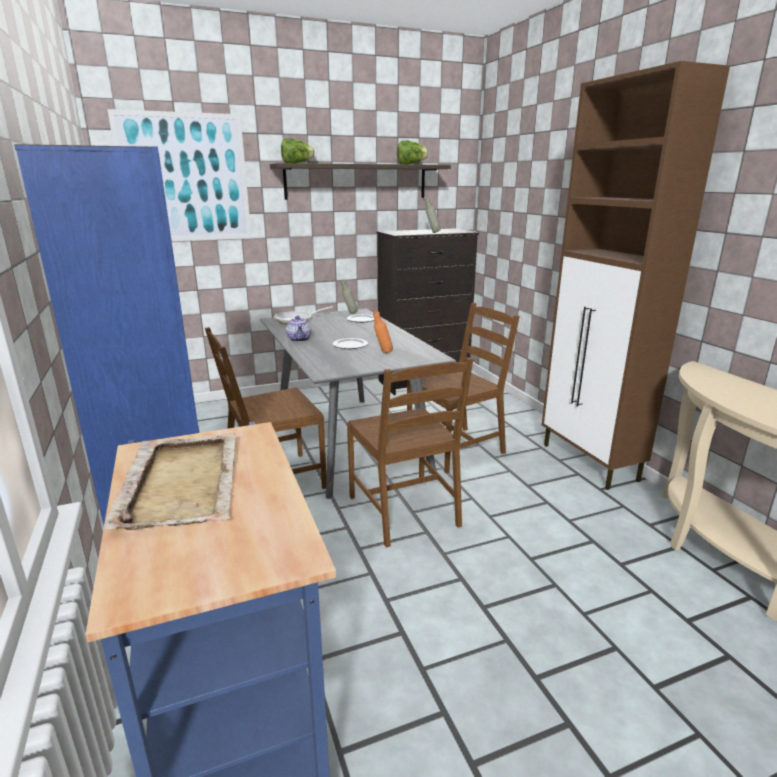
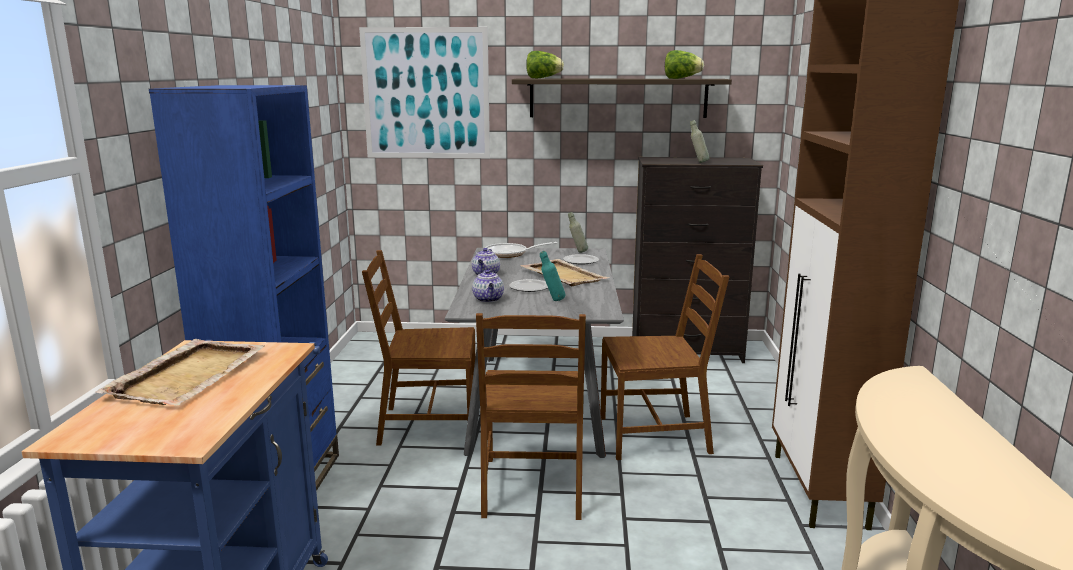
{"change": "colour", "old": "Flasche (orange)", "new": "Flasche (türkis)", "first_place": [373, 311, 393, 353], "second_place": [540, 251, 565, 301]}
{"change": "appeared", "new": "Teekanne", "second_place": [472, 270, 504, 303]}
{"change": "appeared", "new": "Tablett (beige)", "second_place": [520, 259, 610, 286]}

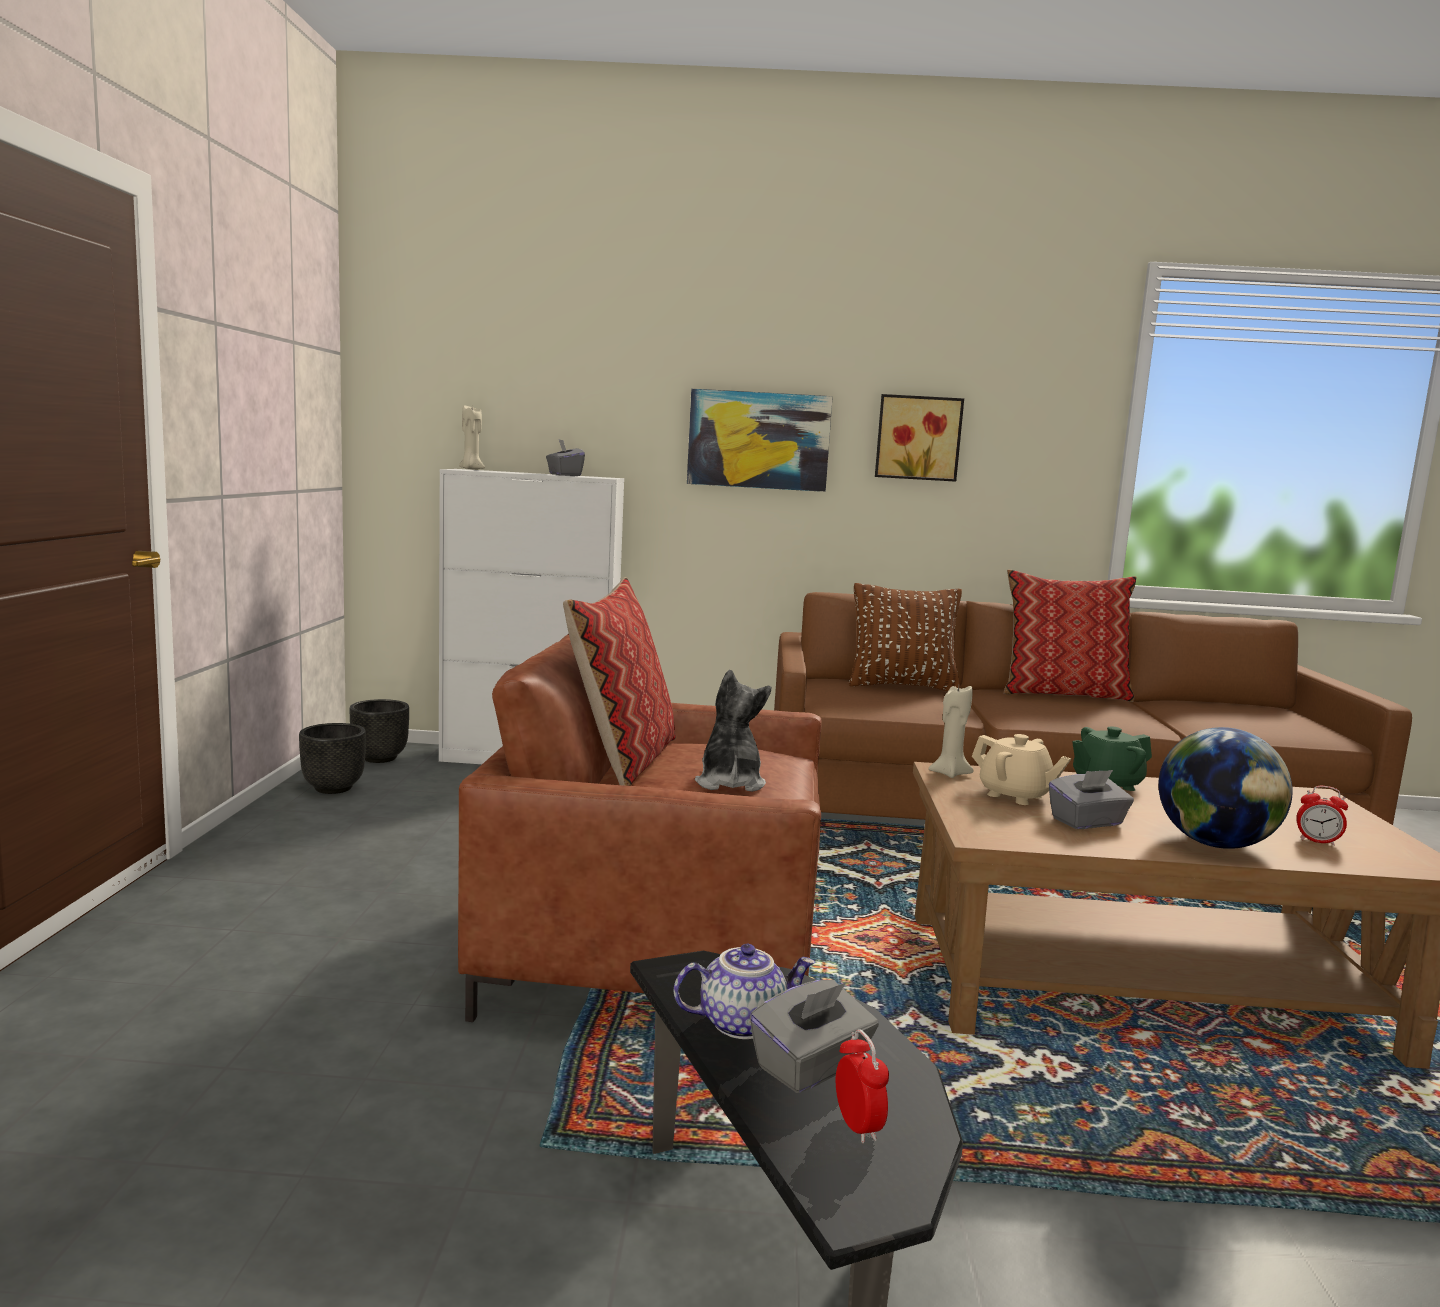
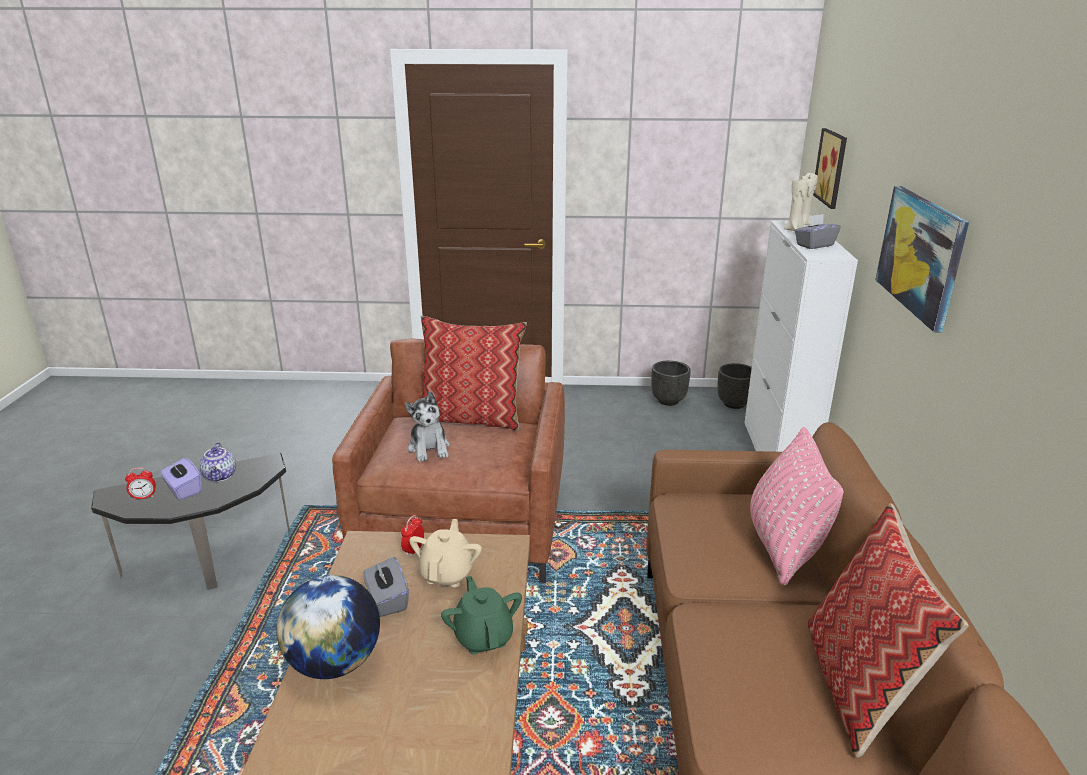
{"change": "spun", "old": "Plüschtier", "first_place": [695, 669, 771, 792], "second_place": [405, 391, 450, 462], "degrees": 75}
{"change": "colour", "old": "Taschentuchbox (grau)", "new": "Taschentuchbox (lila)", "first_place": [750, 980, 879, 1093], "second_place": [160, 458, 202, 500]}
{"change": "colour", "old": "Kissen (braun)", "new": "Kissen (rosa)", "first_place": [849, 583, 962, 691], "second_place": [750, 427, 844, 586]}
{"change": "relocated", "old": "Bild", "first_place": [875, 394, 964, 482], "second_place": [813, 128, 847, 209]}
{"change": "relocated", "old": "Kerze (beige)", "first_place": [928, 686, 974, 778], "second_place": [784, 179, 808, 231]}
{"change": "spun", "old": "Teekanne (beige)", "first_place": [972, 734, 1071, 805], "second_place": [409, 519, 482, 587], "degrees": 150}
{"change": "relocated", "old": "Wecker", "first_place": [1296, 786, 1348, 846], "second_place": [401, 515, 424, 557]}

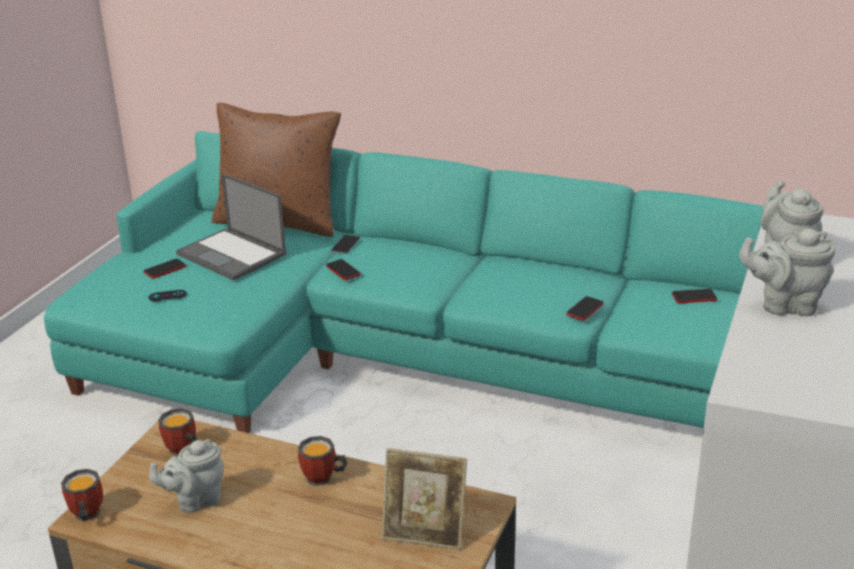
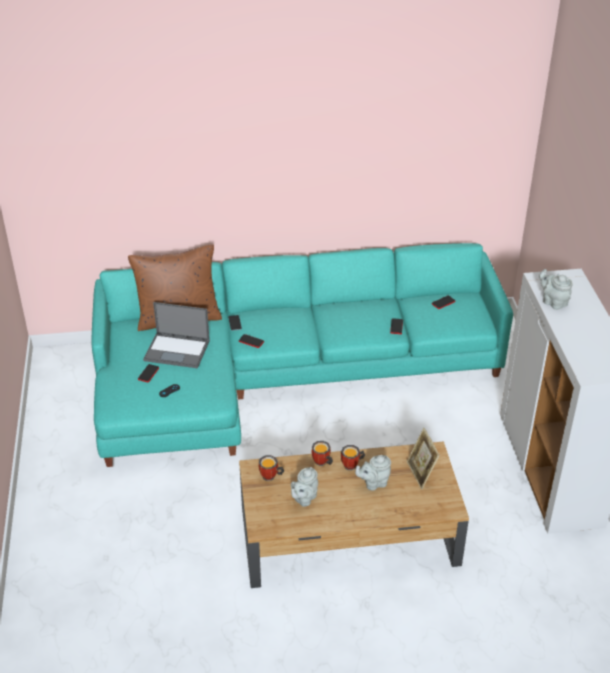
{"change": "relocated", "old": "Henkelbecher", "first_place": [61, 469, 103, 521], "second_place": [311, 441, 333, 466]}
{"change": "spun", "old": "Bilderrahmen", "first_place": [382, 448, 467, 550], "second_place": [407, 428, 440, 489], "degrees": 90}
{"change": "relocated", "old": "Teekanne (grau)", "first_place": [739, 229, 836, 316], "second_place": [355, 455, 391, 490]}

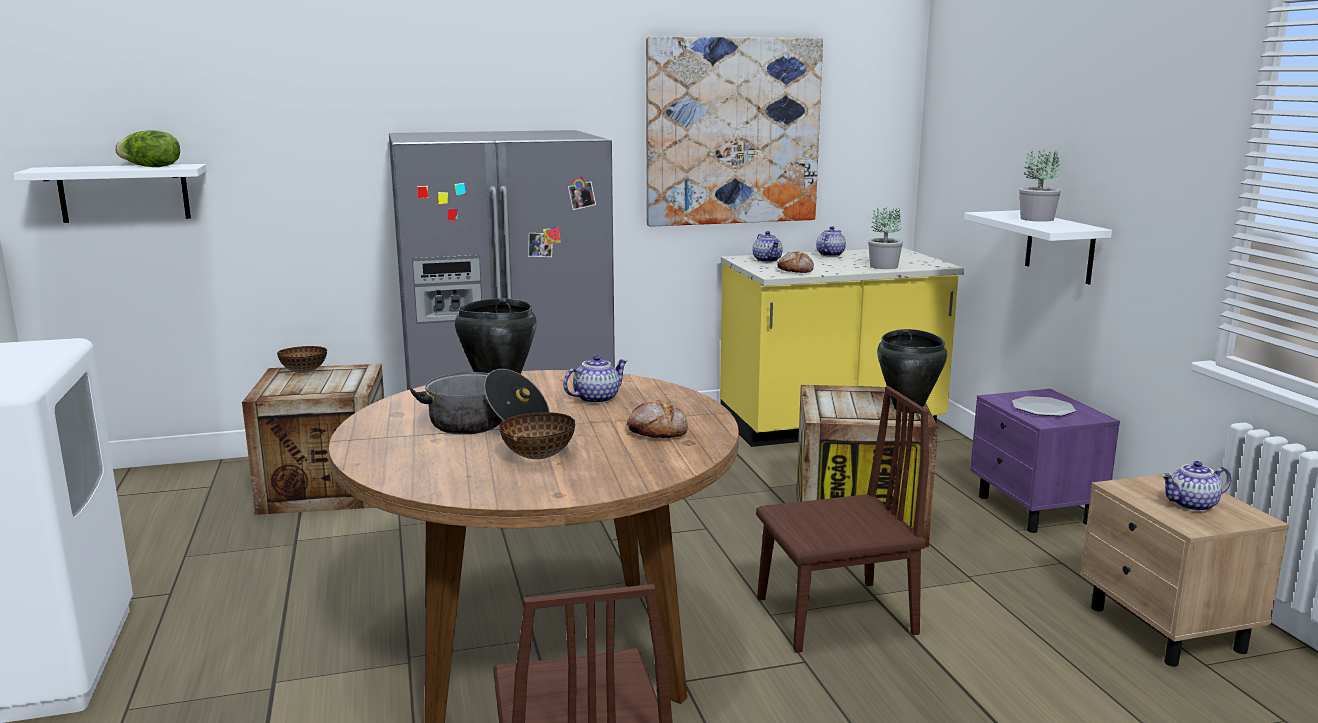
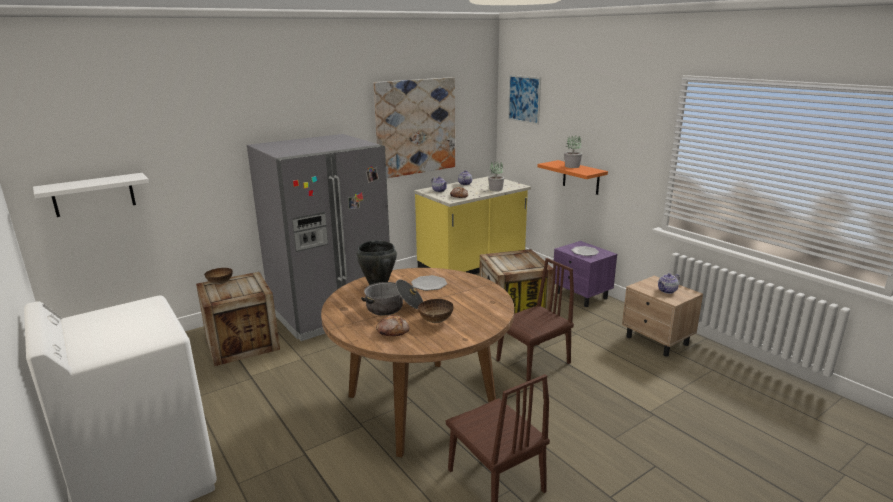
{"change": "missing", "old": "Salatkopf", "first_place": [115, 130, 180, 167]}
{"change": "exchanged", "old": "Teekanne", "new": "Teller", "first_place": [564, 355, 627, 404], "second_place": [411, 275, 447, 291]}
{"change": "relocated", "old": "Brot", "first_place": [627, 400, 688, 438], "second_place": [376, 315, 409, 336]}
{"change": "missing", "old": "Kochtopf (schwarz)", "first_place": [877, 329, 947, 413]}
{"change": "colour", "old": "Wandregal (weiß)", "new": "Wandregal (orange)", "first_place": [964, 210, 1112, 284], "second_place": [537, 160, 608, 195]}
{"change": "appeared", "new": "Bild", "second_place": [508, 75, 541, 125]}

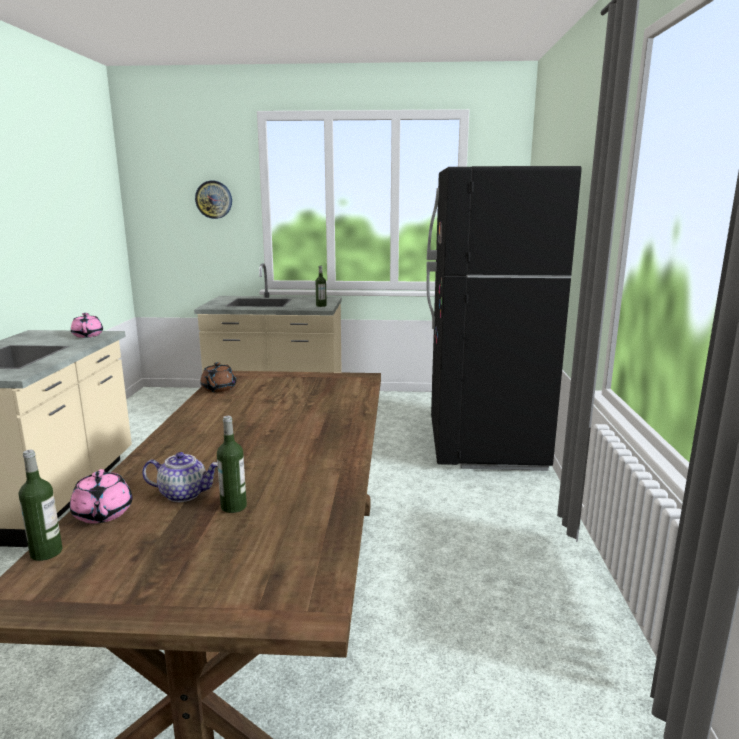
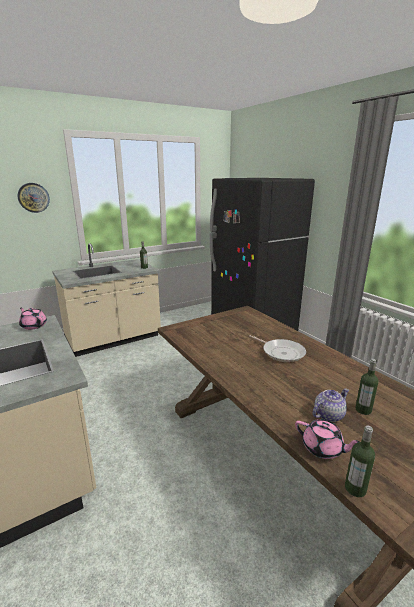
{"change": "missing", "old": "Teekanne (braun)", "first_place": [200, 362, 236, 392]}
{"change": "appeared", "new": "Pfanne", "second_place": [249, 335, 306, 362]}

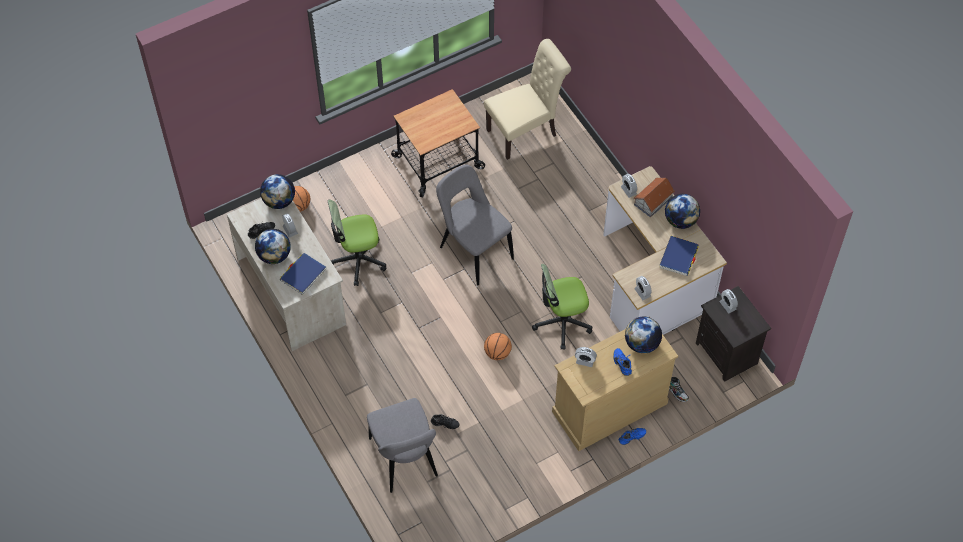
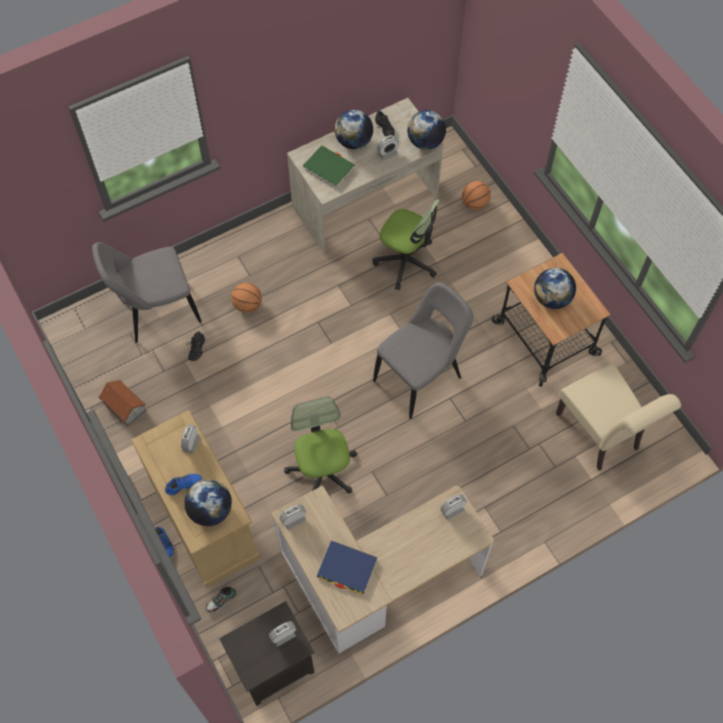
{"change": "colour", "old": "Buch (blau)", "new": "Buch (grün)", "first_place": [280, 253, 326, 295], "second_place": [303, 145, 355, 188]}
{"change": "spun", "old": "Bürostuhl", "first_place": [328, 200, 386, 286], "second_place": [373, 199, 440, 290], "degrees": 135}
{"change": "relocated", "old": "Basketball", "first_place": [484, 333, 512, 360], "second_place": [231, 283, 262, 313]}
{"change": "relocated", "old": "Spielzeughaus", "first_place": [634, 178, 675, 217], "second_place": [99, 379, 147, 427]}
{"change": "relocated", "old": "Globus", "first_place": [665, 194, 700, 229], "second_place": [534, 268, 576, 309]}

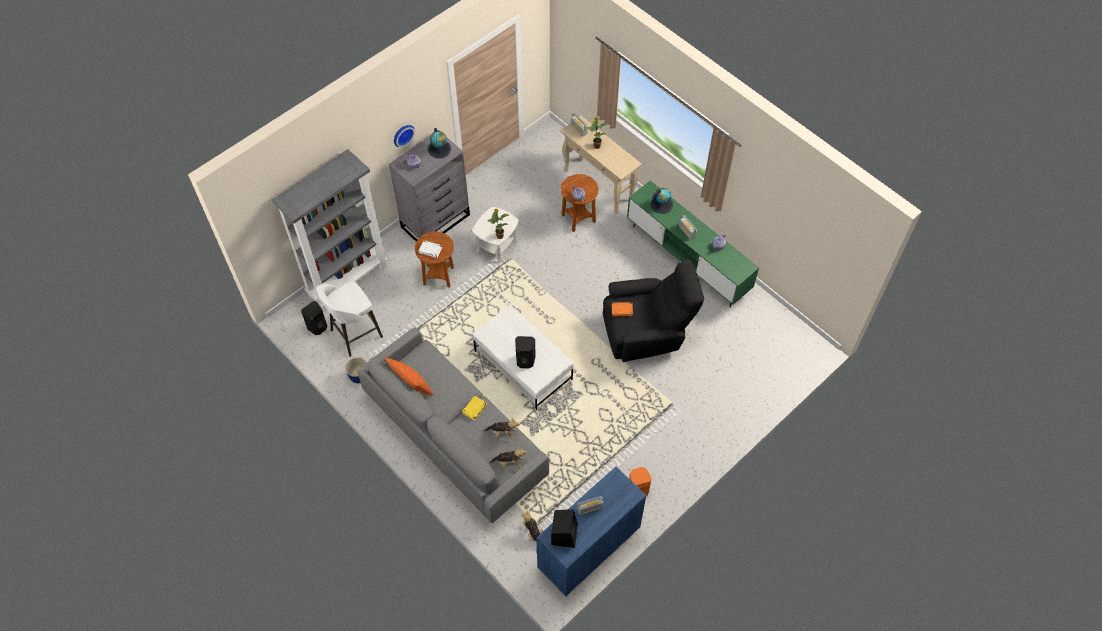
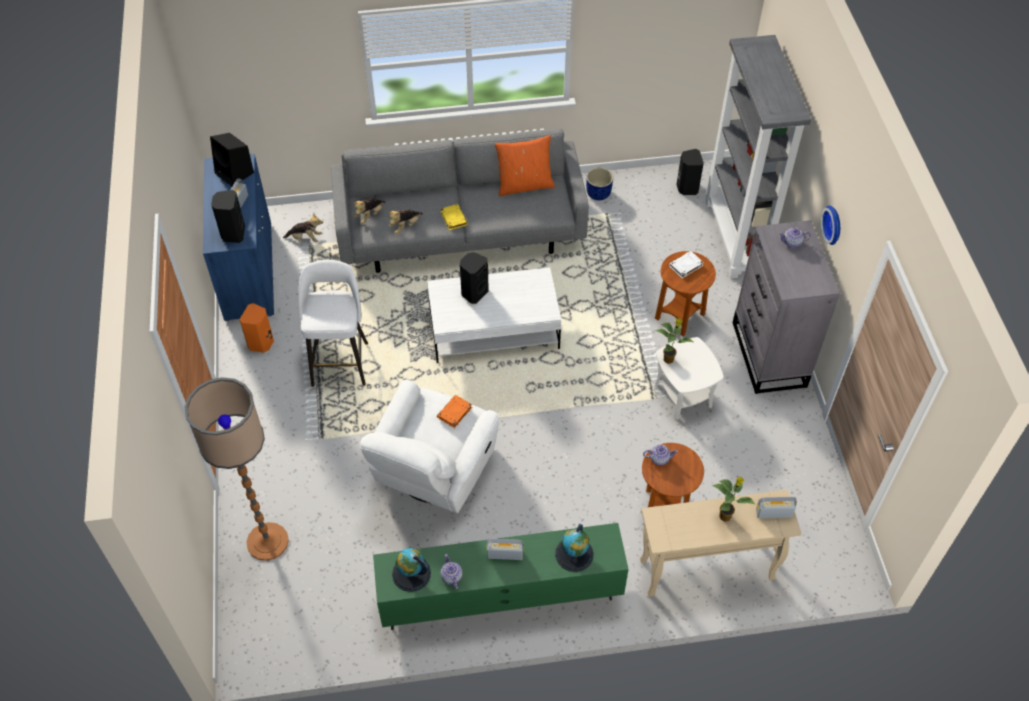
{"change": "relocated", "old": "Hocker (weiß)", "first_place": [316, 281, 383, 357], "second_place": [298, 260, 368, 387]}
{"change": "relocated", "old": "Globus", "first_place": [428, 128, 451, 158], "second_place": [392, 548, 431, 592]}
{"change": "colour", "old": "Sessel (schwarz)", "new": "Sessel (weiß)", "first_place": [603, 259, 704, 362], "second_place": [360, 380, 499, 513]}
{"change": "appeared", "new": "Stehlampe", "second_place": [185, 377, 289, 561]}
{"change": "appeared", "new": "Lautsprecher (schwarz)", "second_place": [211, 190, 245, 243]}

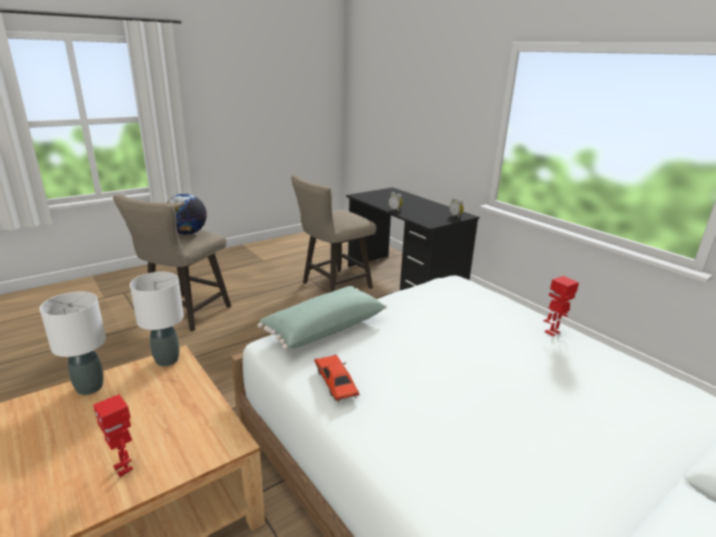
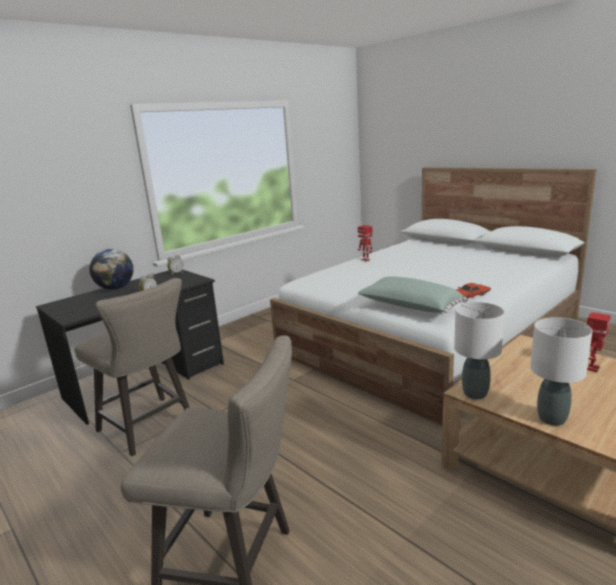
{"change": "relocated", "old": "Globus", "first_place": [167, 194, 207, 235], "second_place": [89, 249, 133, 290]}

